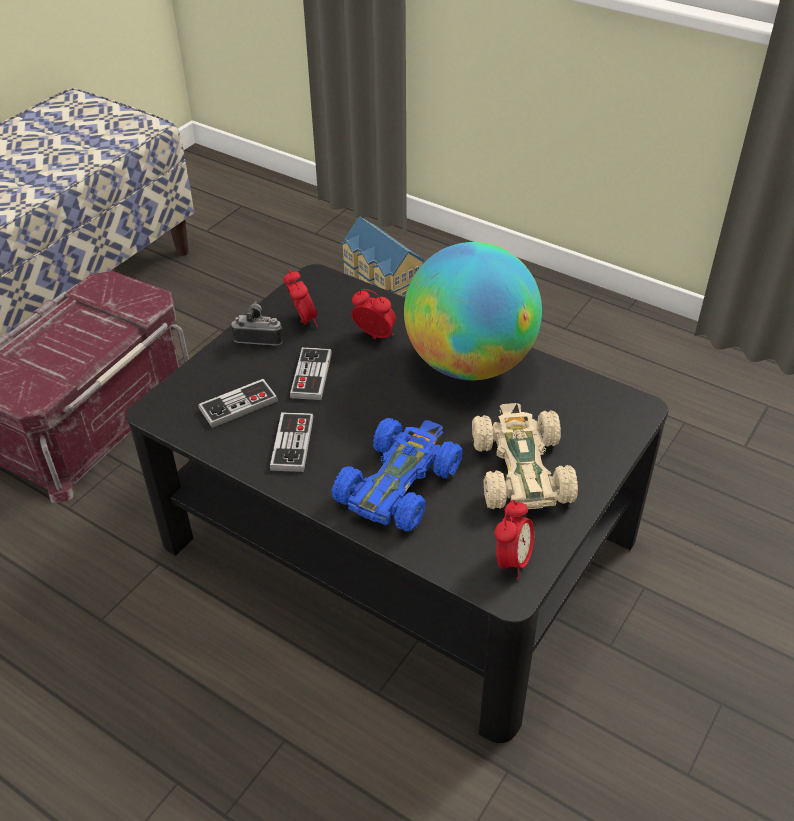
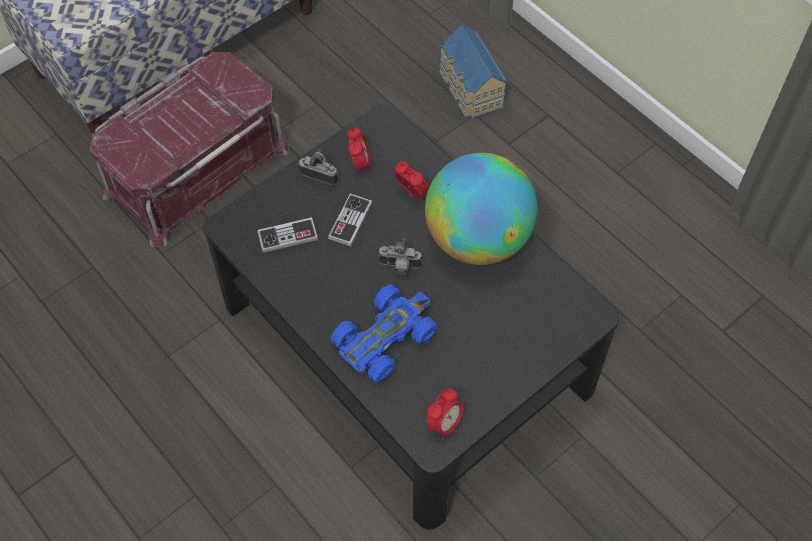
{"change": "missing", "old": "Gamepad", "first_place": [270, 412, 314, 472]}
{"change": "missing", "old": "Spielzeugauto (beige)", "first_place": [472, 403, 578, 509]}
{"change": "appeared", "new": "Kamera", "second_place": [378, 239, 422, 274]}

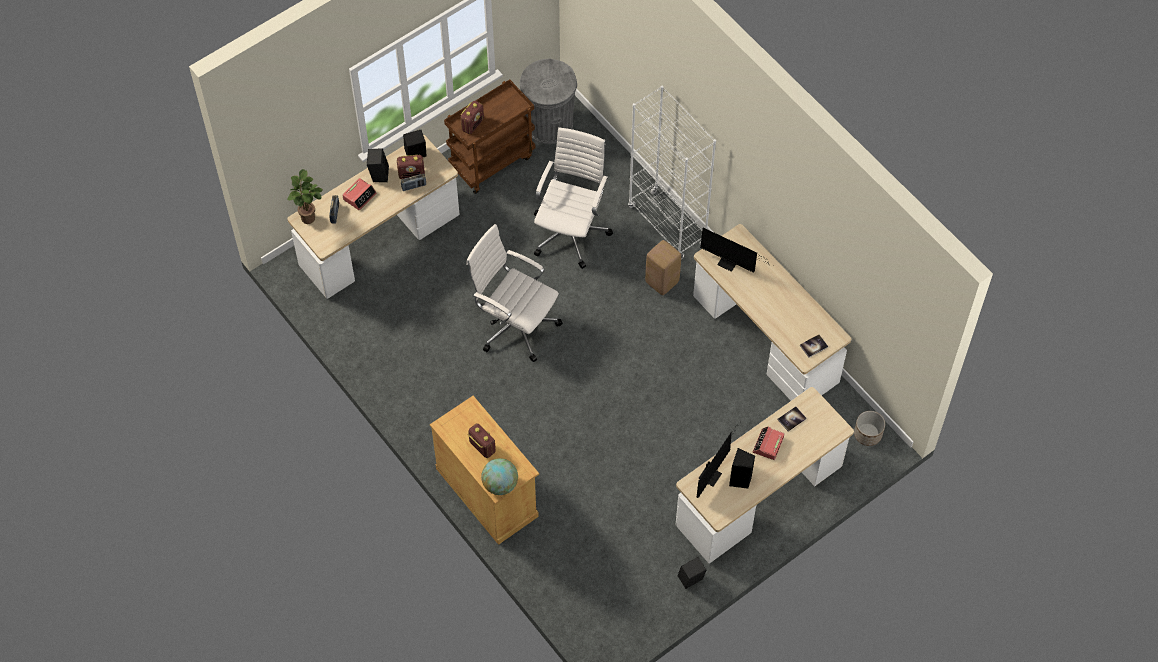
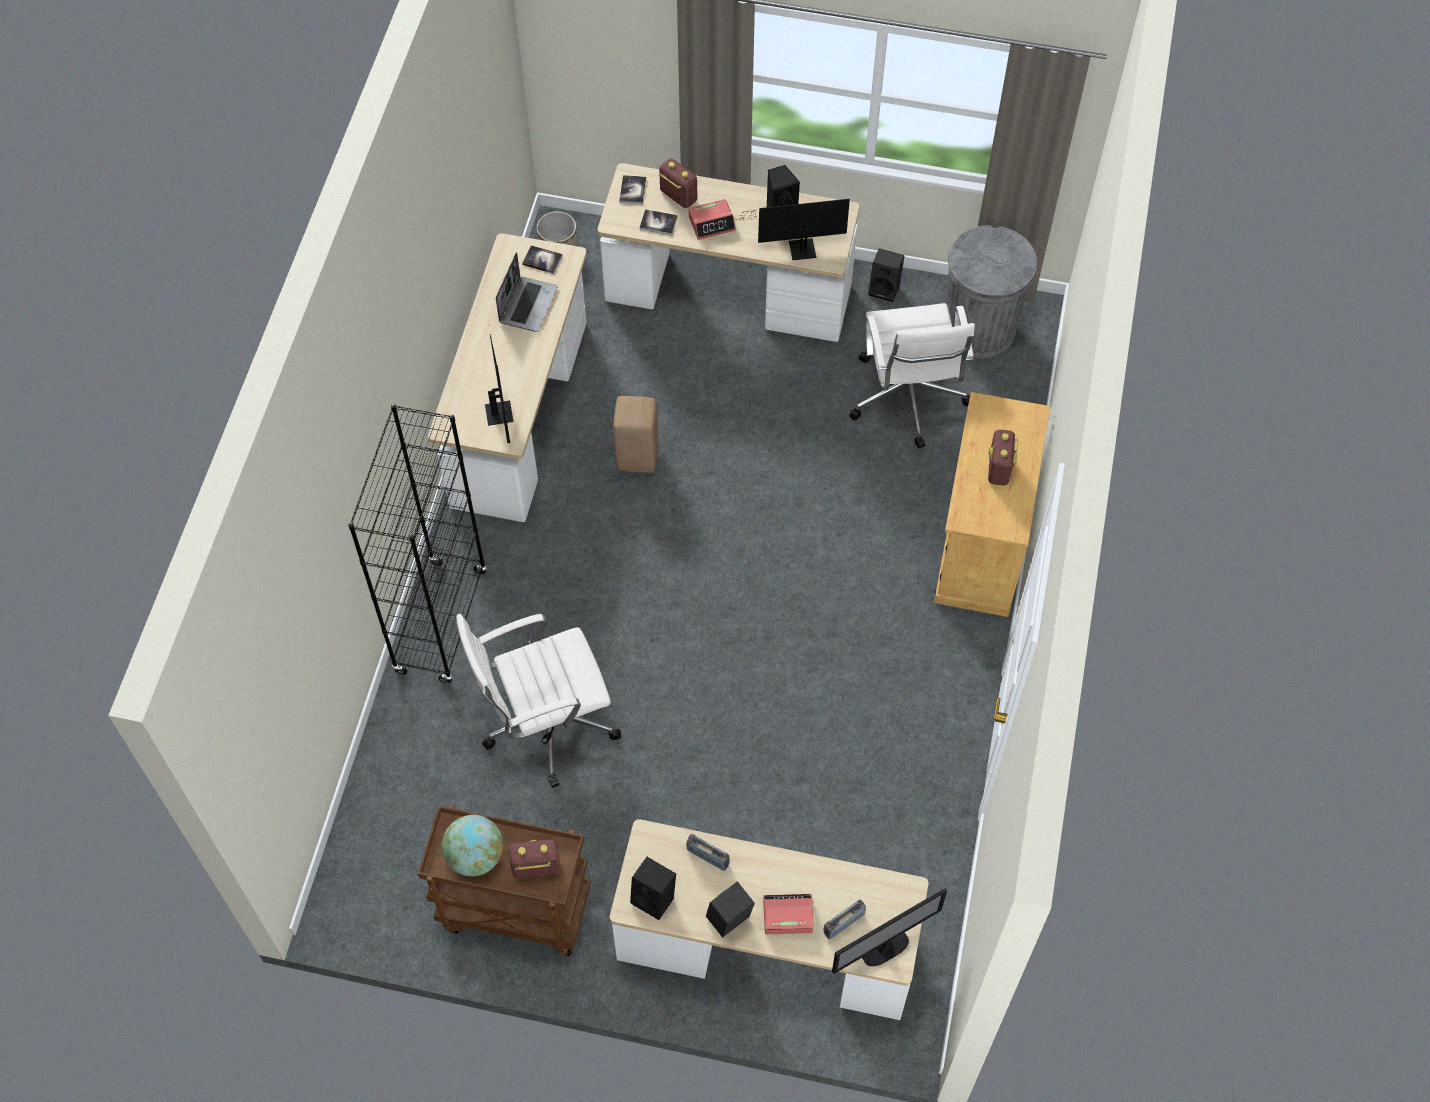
{"change": "exchanged", "old": "Topfpflanze", "new": "Monitor", "first_place": [287, 169, 323, 224], "second_place": [832, 888, 947, 974]}
{"change": "relocated", "old": "Radio", "first_place": [397, 155, 425, 179], "second_place": [658, 158, 697, 208]}
{"change": "relocated", "old": "Bürostuhl (weiß)", "first_place": [466, 224, 563, 362], "second_place": [849, 303, 975, 448]}
{"change": "relocated", "old": "Globus", "first_place": [481, 458, 518, 495], "second_place": [442, 815, 503, 876]}
{"change": "relocated", "old": "Mülleimer (grau)", "first_place": [520, 58, 577, 144], "second_place": [946, 225, 1037, 358]}
{"change": "colour", "old": "Bücherregal (weiß)", "new": "Bücherregal (schwarz)", "first_place": [628, 85, 716, 259], "second_place": [348, 404, 487, 684]}
{"change": "relocated", "old": "Hocker (beige)", "first_place": [645, 240, 681, 295], "second_place": [613, 396, 658, 473]}
{"change": "appeared", "new": "Laptop", "second_place": [496, 252, 558, 332]}
{"change": "appeared", "new": "Buch", "second_place": [619, 175, 646, 204]}

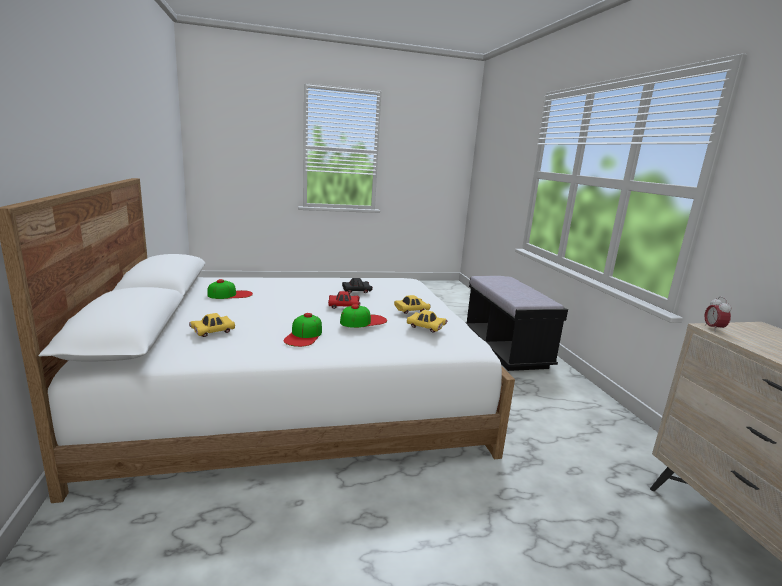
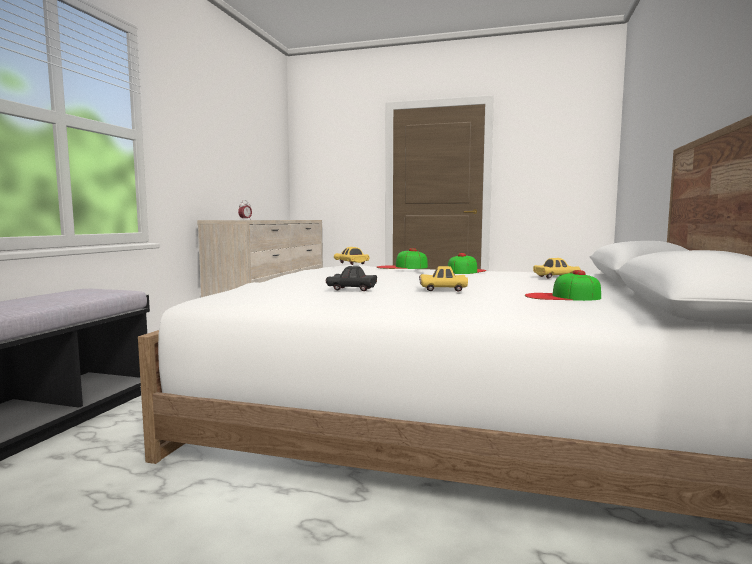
{"change": "missing", "old": "Spielzeugauto (rot)", "first_place": [328, 291, 360, 309]}
{"change": "relocated", "old": "Spielzeugauto (gelb)", "first_place": [394, 295, 431, 314], "second_place": [419, 266, 468, 292]}

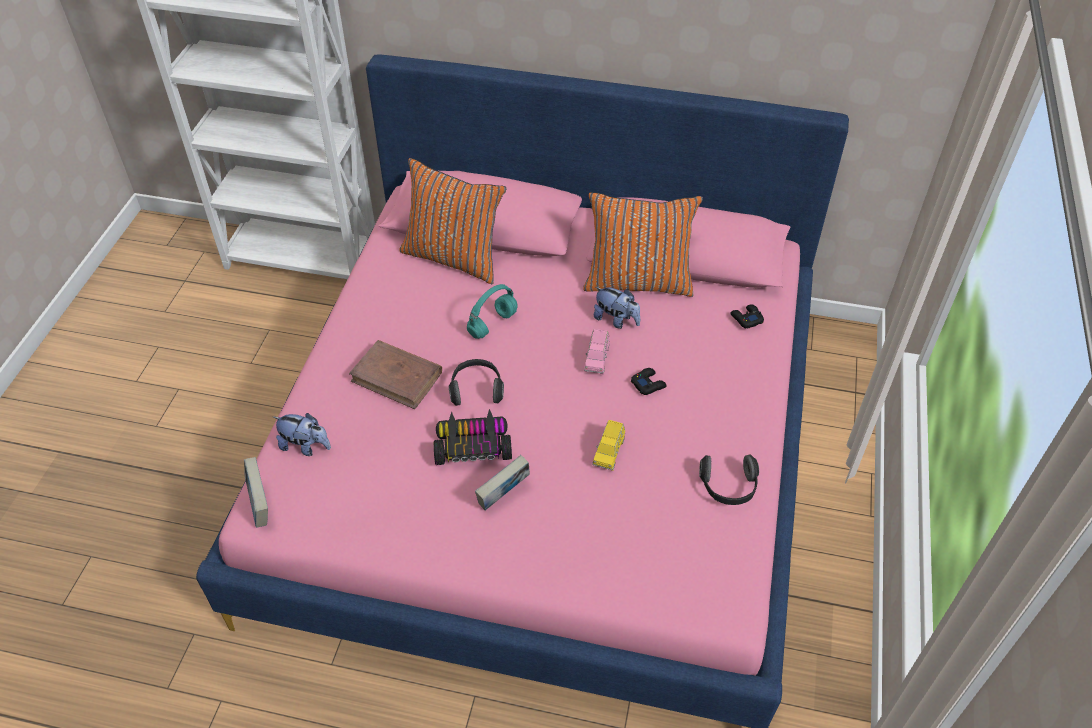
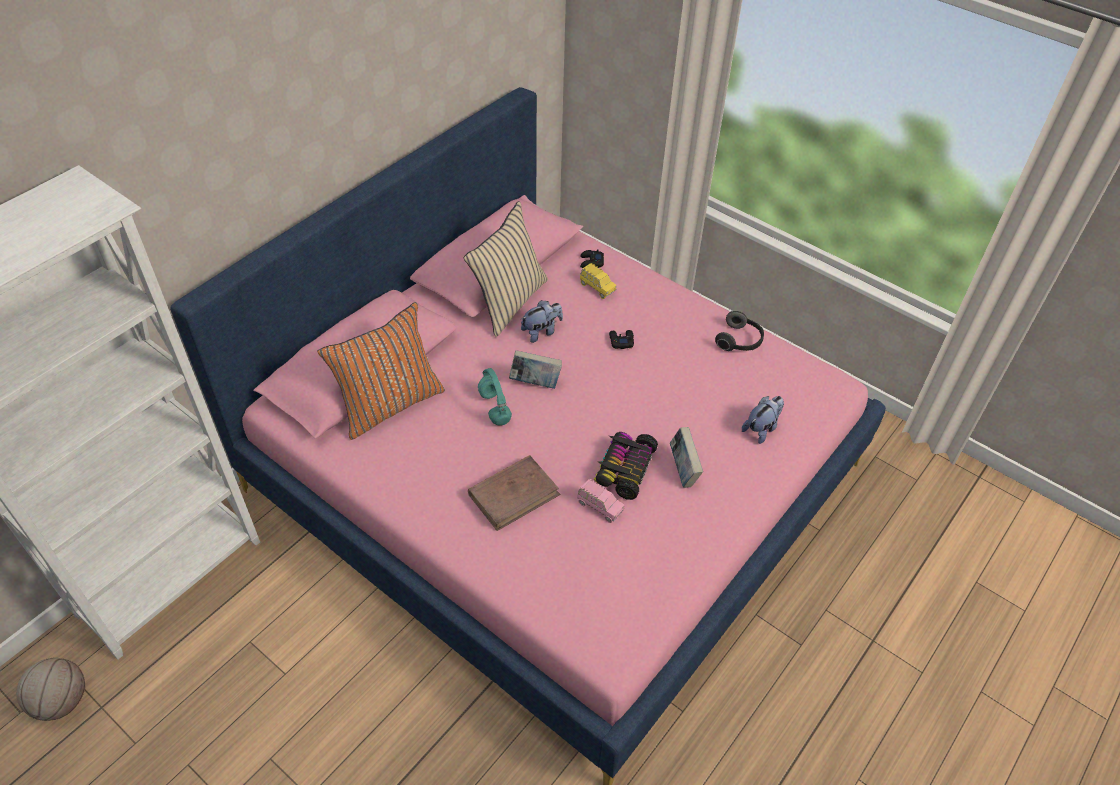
{"change": "relocated", "old": "Buch", "first_place": [244, 457, 268, 527], "second_place": [509, 350, 562, 389]}
{"change": "relocated", "old": "Plüschtier", "first_place": [273, 413, 331, 456], "second_place": [742, 396, 784, 444]}
{"change": "missing", "old": "Kopfhörer", "first_place": [448, 359, 504, 406]}
{"change": "colour", "old": "Kissen (orange)", "new": "Kissen (beige)", "first_place": [583, 192, 703, 297], "second_place": [464, 201, 548, 337]}
{"change": "relocated", "old": "Spielzeugauto (rosa)", "first_place": [584, 329, 609, 374], "second_place": [577, 479, 624, 523]}
{"change": "relocated", "old": "Spielzeugauto (gelb)", "first_place": [593, 420, 625, 471], "second_place": [580, 263, 616, 299]}
{"change": "appeared", "new": "Basketball", "second_place": [16, 657, 85, 721]}

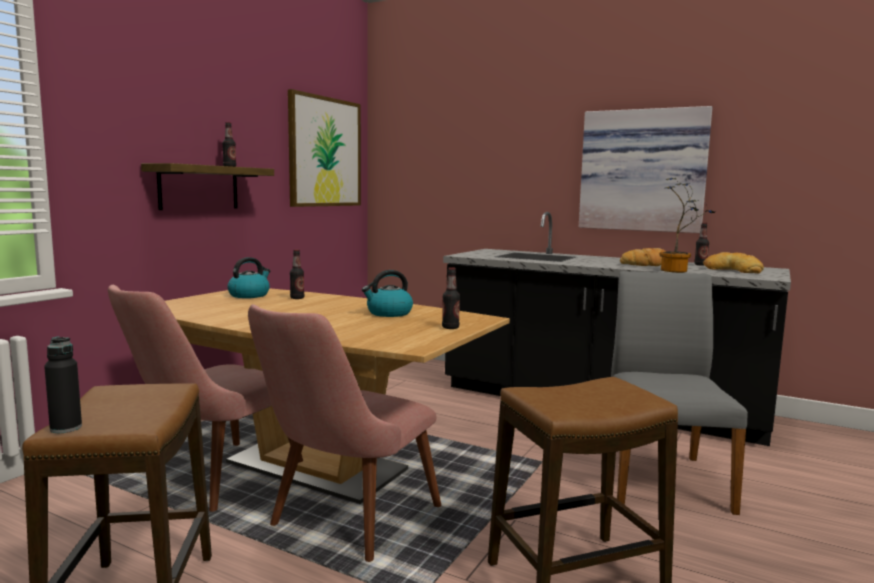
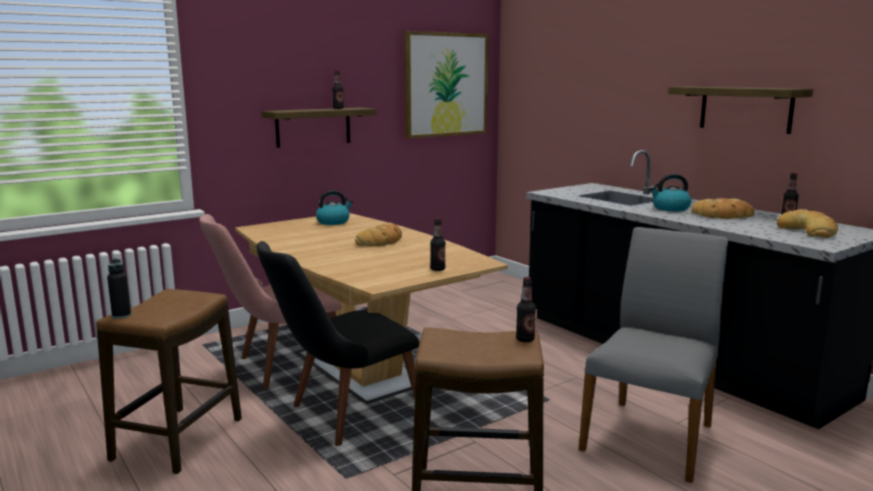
{"change": "colour", "old": "Stuhl (rosa)", "new": "Stuhl (schwarz)", "first_place": [248, 304, 441, 562], "second_place": [257, 241, 420, 446]}
{"change": "relocated", "old": "Flasche", "first_place": [290, 249, 304, 299], "second_place": [516, 277, 536, 342]}
{"change": "relocated", "old": "Wasserkessel", "first_place": [362, 270, 413, 317], "second_place": [649, 174, 691, 211]}
{"change": "exchanged", "old": "Bild", "new": "Wandregal", "first_place": [579, 106, 713, 233], "second_place": [668, 86, 813, 134]}
{"change": "missing", "old": "Topfpflanze", "first_place": [660, 178, 716, 272]}
{"change": "appeared", "new": "Brot", "second_place": [355, 222, 402, 246]}

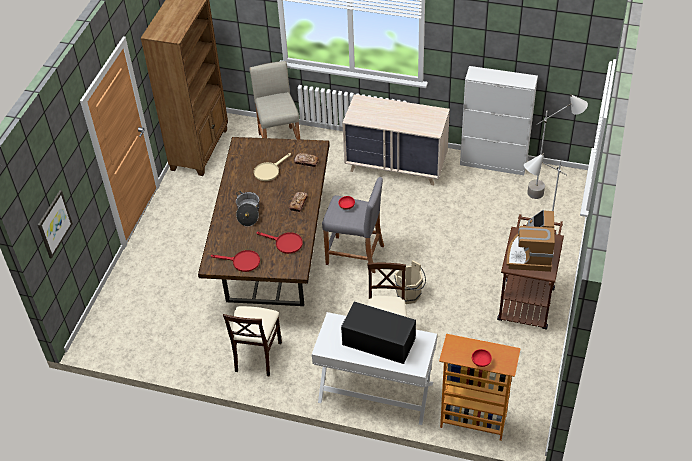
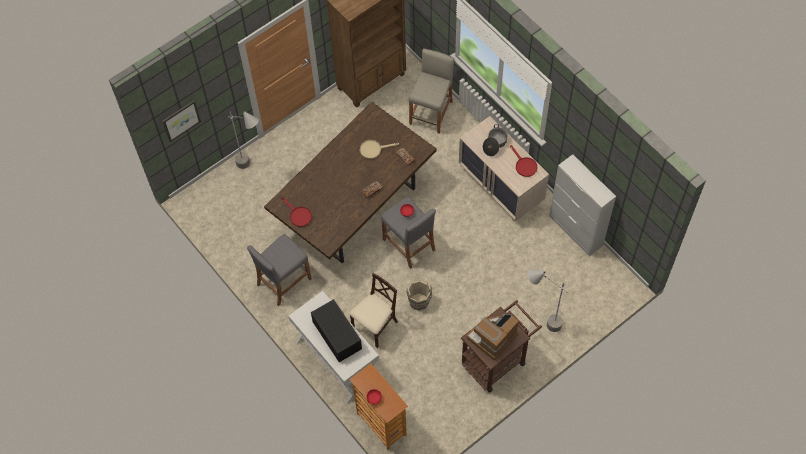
{"change": "exchanged", "old": "Stuhl (beige)", "new": "Hocker (grau)", "first_place": [223, 306, 282, 376], "second_place": [247, 234, 312, 306]}
{"change": "relocated", "old": "Kochtopf", "first_place": [236, 191, 260, 226], "second_place": [483, 124, 508, 156]}
{"change": "relocated", "old": "Pfanne (rot)", "first_place": [257, 232, 303, 254], "second_place": [510, 145, 537, 177]}
{"change": "relocated", "old": "Stehlampe (grau)", "first_place": [527, 94, 588, 199], "second_place": [228, 111, 259, 169]}

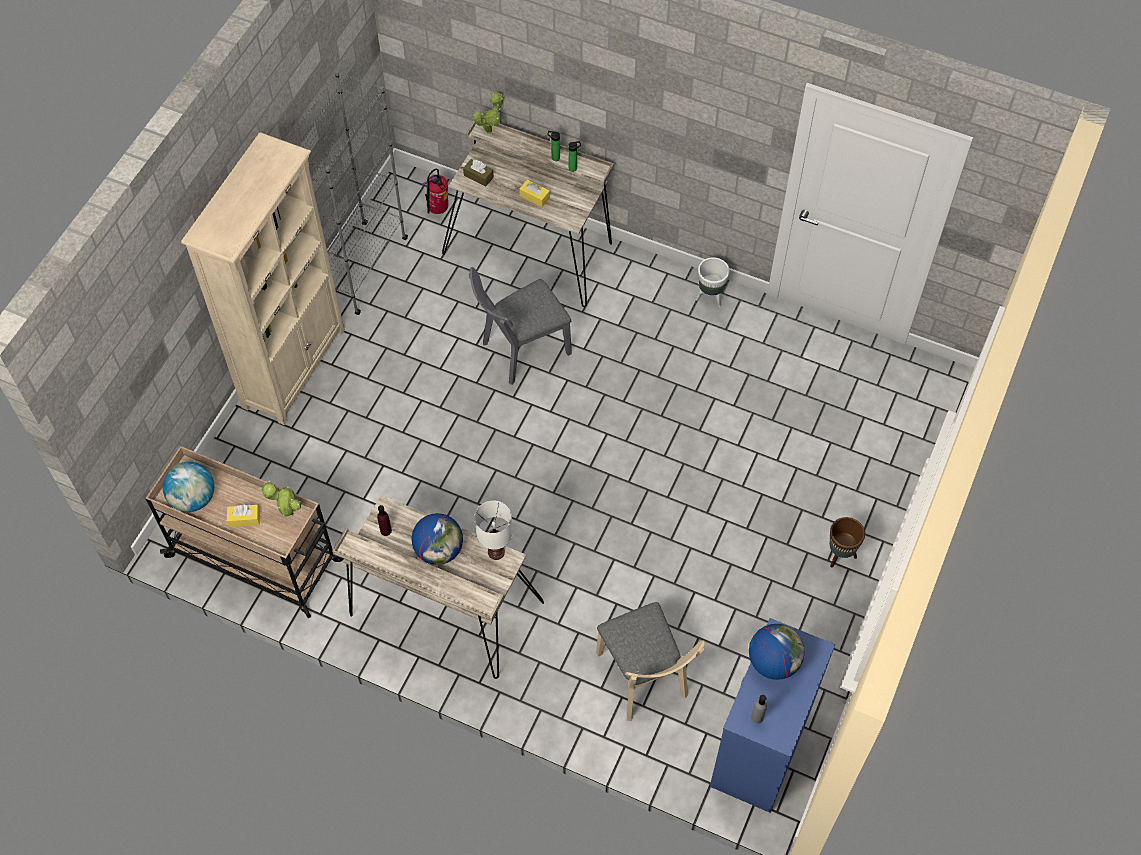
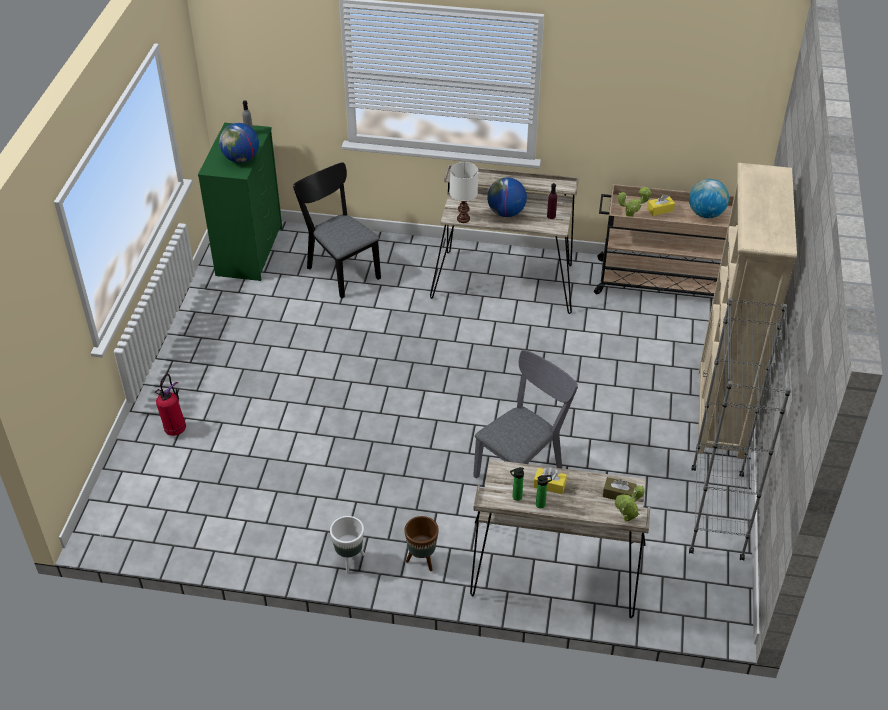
{"change": "relocated", "old": "Feuerlöscher", "first_place": [422, 169, 448, 214], "second_place": [155, 374, 186, 436]}
{"change": "colour", "old": "Stuhl (beige)", "new": "Stuhl (schwarz)", "first_place": [596, 602, 706, 721], "second_place": [293, 162, 381, 298]}
{"change": "colour", "old": "Kommode (blau)", "new": "Kommode (grün)", "first_place": [710, 618, 835, 813], "second_place": [198, 123, 283, 281]}
{"change": "relocated", "old": "Pflanzkübel (braun)", "first_place": [829, 517, 865, 567], "second_place": [404, 516, 439, 571]}

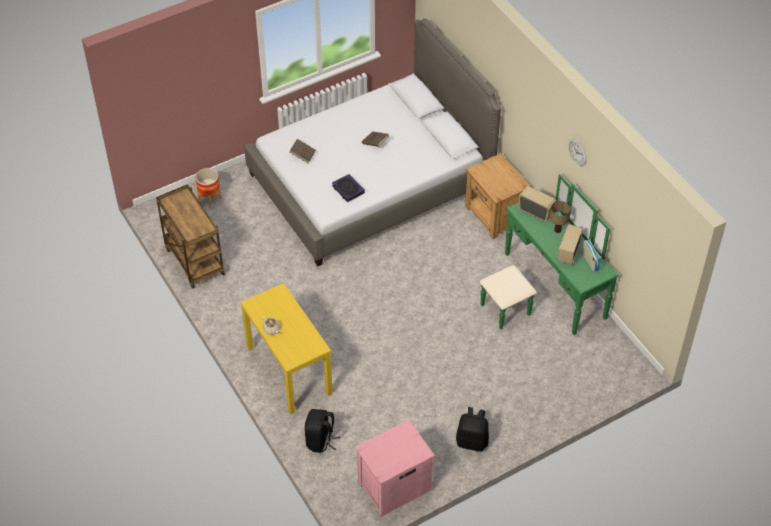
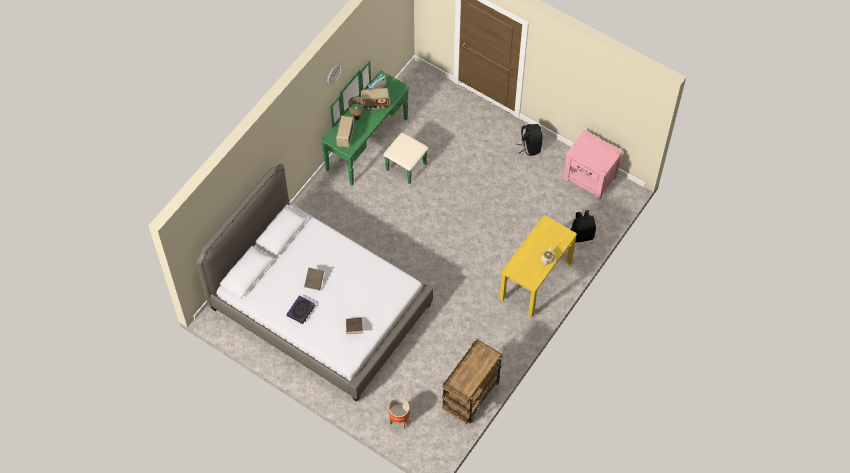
{"change": "relocated", "old": "Buch", "first_place": [332, 174, 365, 202], "second_place": [287, 296, 315, 324]}
{"change": "missing", "old": "Nachttisch (braun)", "first_place": [465, 153, 531, 239]}

